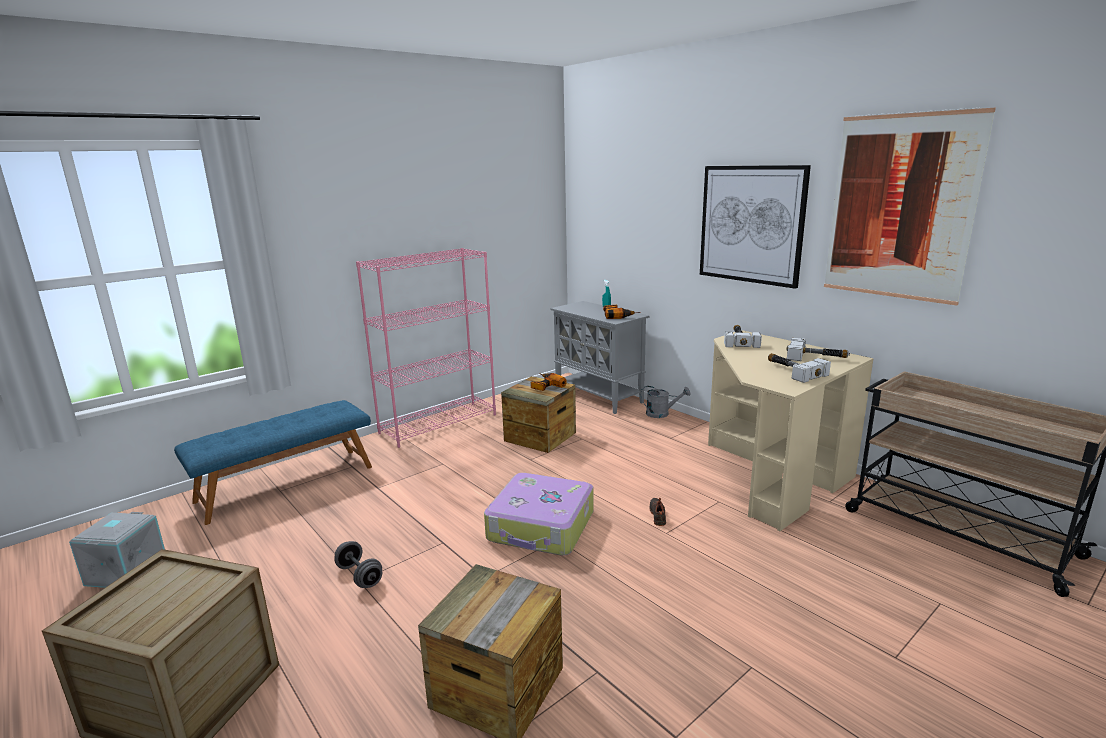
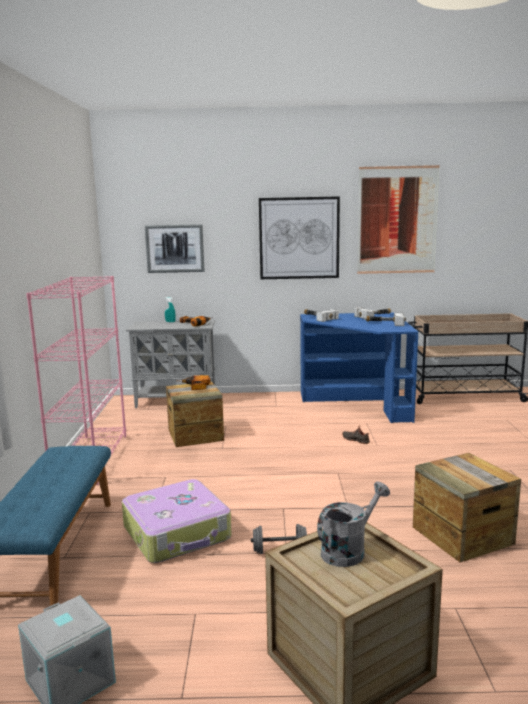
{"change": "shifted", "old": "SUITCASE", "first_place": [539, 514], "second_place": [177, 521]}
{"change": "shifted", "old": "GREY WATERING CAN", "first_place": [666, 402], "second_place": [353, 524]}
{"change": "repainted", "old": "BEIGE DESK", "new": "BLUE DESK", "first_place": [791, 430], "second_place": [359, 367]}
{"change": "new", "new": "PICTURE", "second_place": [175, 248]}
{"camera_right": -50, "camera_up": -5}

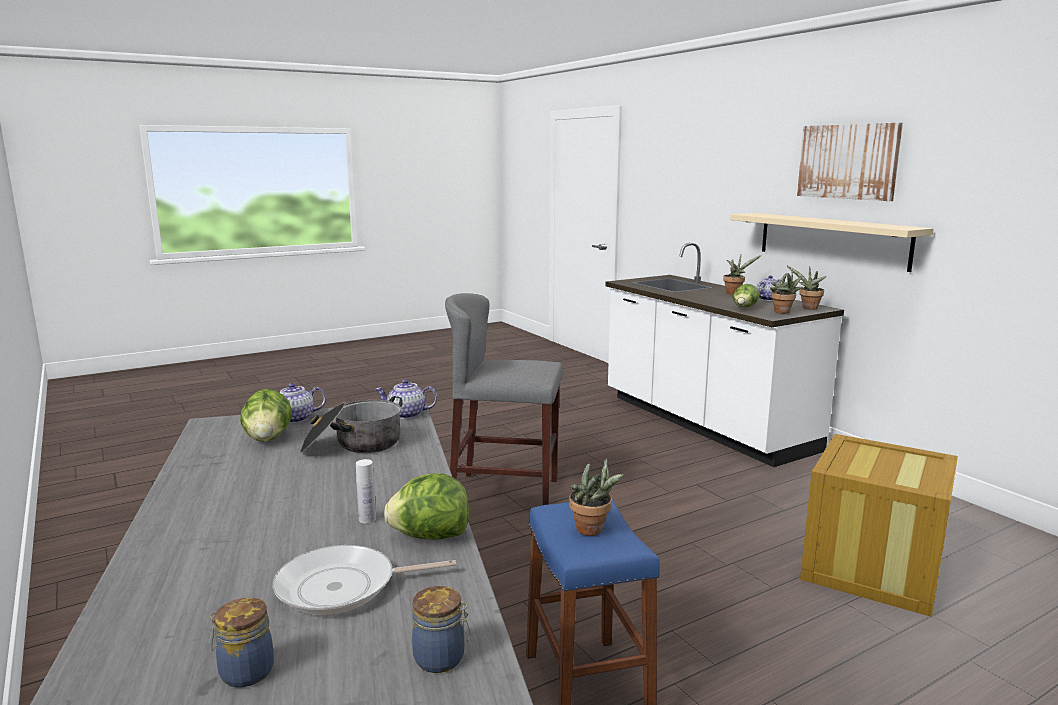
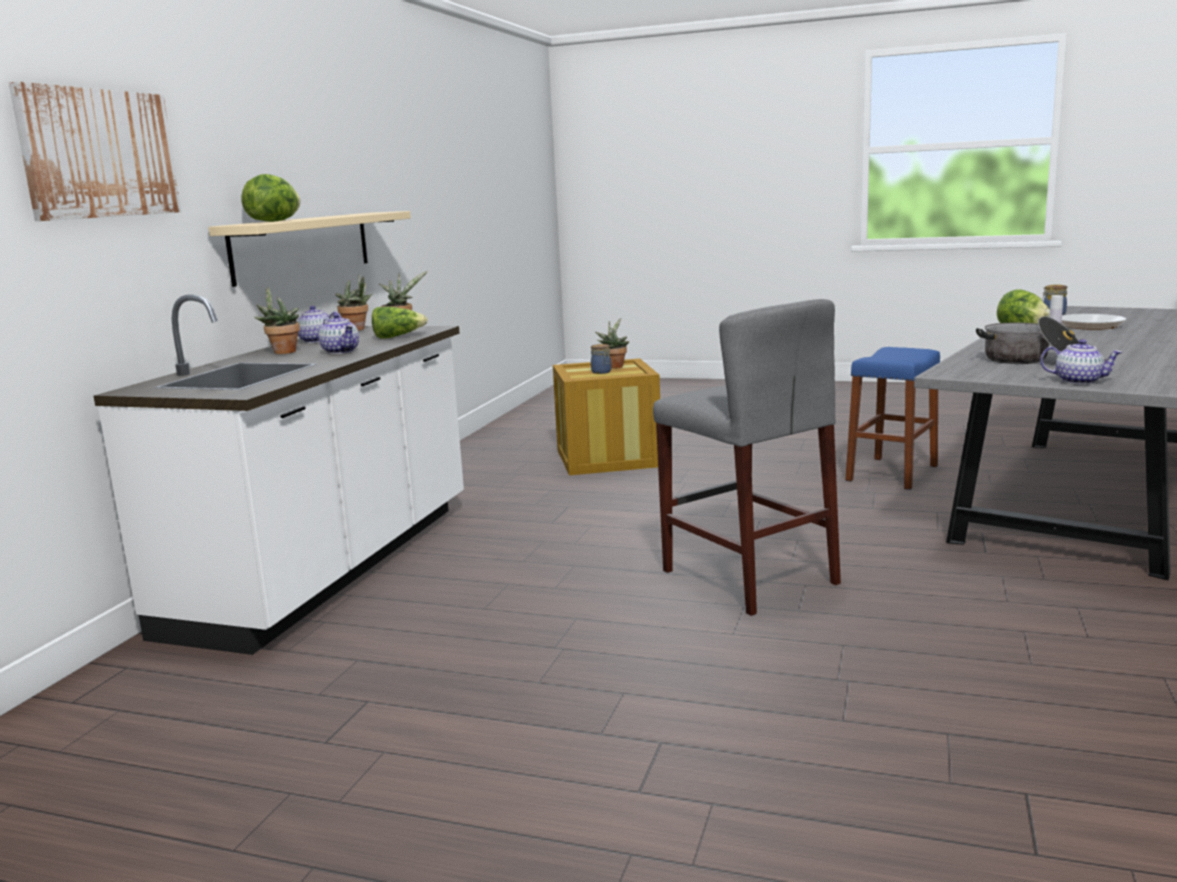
{"change": "shifted", "old": "JAR", "first_place": [241, 643], "second_place": [601, 359]}
{"change": "shifted", "old": "LETTUCE", "first_place": [266, 415], "second_place": [270, 198]}
{"change": "shifted", "old": "TEAPOT", "first_place": [406, 399], "second_place": [339, 333]}
{"change": "shifted", "old": "POTTED PLANT", "first_place": [596, 497], "second_place": [612, 343]}
{"change": "shifted", "old": "PICTURE", "first_place": [850, 162], "second_place": [94, 151]}
{"camera_right": -130, "camera_up": 0}

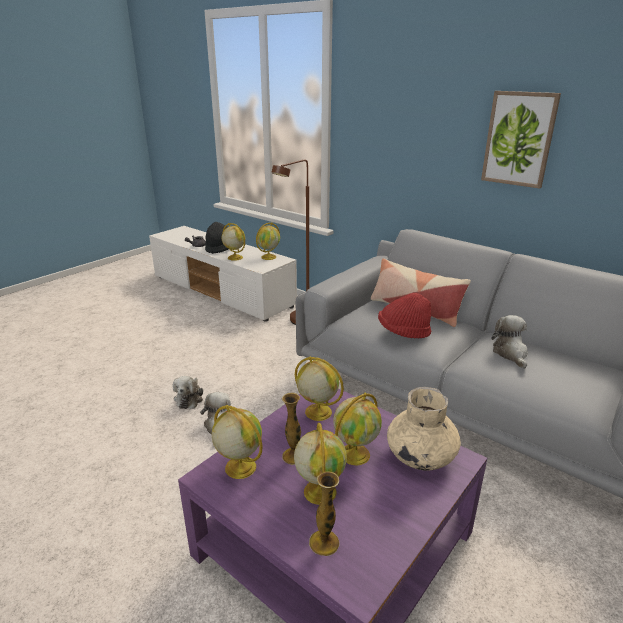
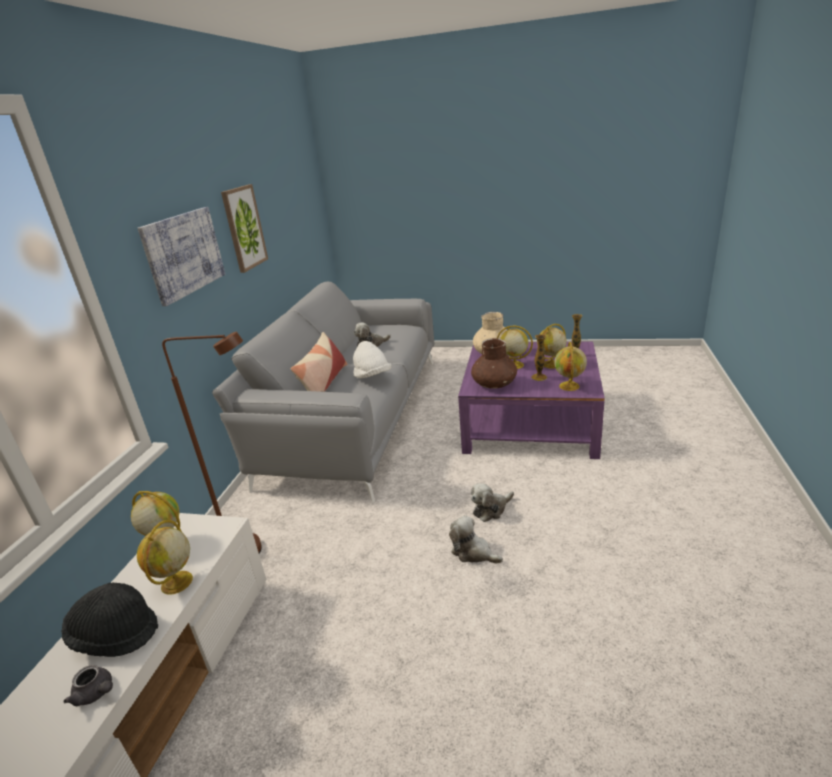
{"change": "rotated", "old": "PLUSH TOY", "first_place": [188, 392], "second_place": [476, 539], "degrees": -120}
{"change": "swapped", "old": "GLOBE", "new": "BROWN VASE", "first_place": [319, 389], "second_place": [494, 363]}
{"change": "repainted", "old": "RED HAT", "new": "WHITE HAT", "first_place": [404, 315], "second_place": [372, 359]}
{"change": "new", "new": "PICTURE", "second_place": [181, 256]}
{"camera_right": -115, "camera_up": 0}

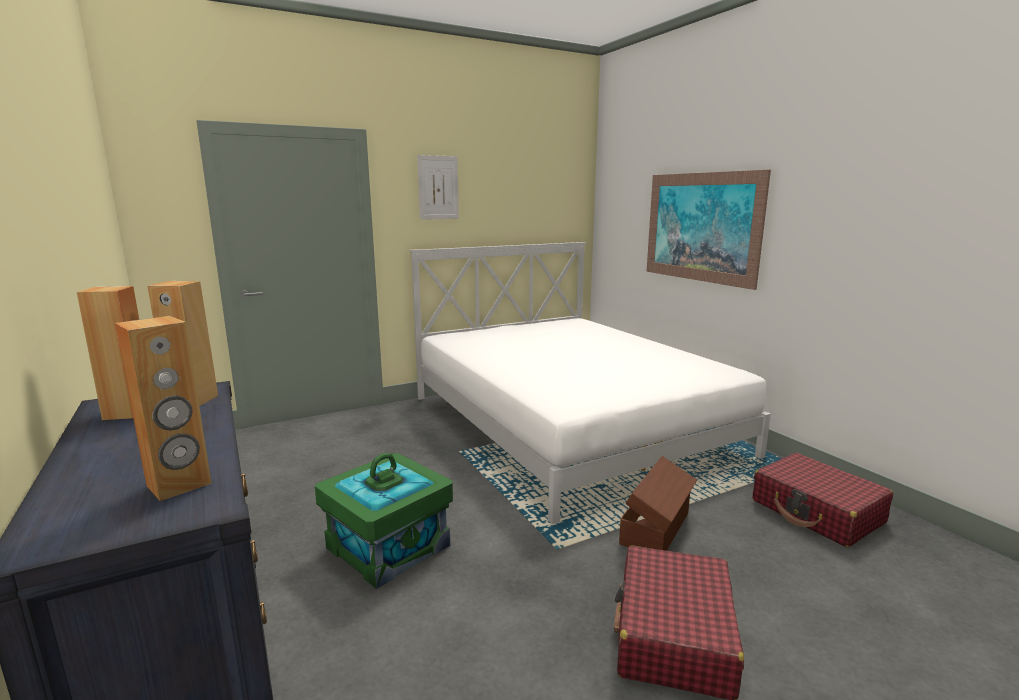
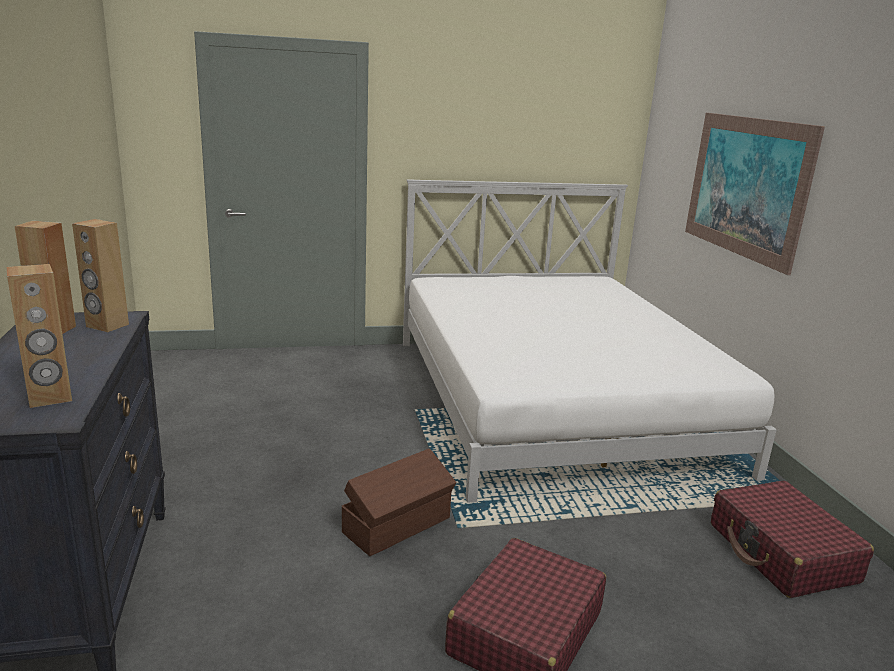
{"change": "gone", "old": "GREEN STORAGE BOX", "first_place": [384, 521]}
{"change": "gone", "old": "PICTURE", "first_place": [438, 187]}
{"change": "shifted", "old": "BROWN STORAGE BOX", "first_place": [658, 503], "second_place": [399, 502]}
{"camera_right": 15, "camera_up": 5}

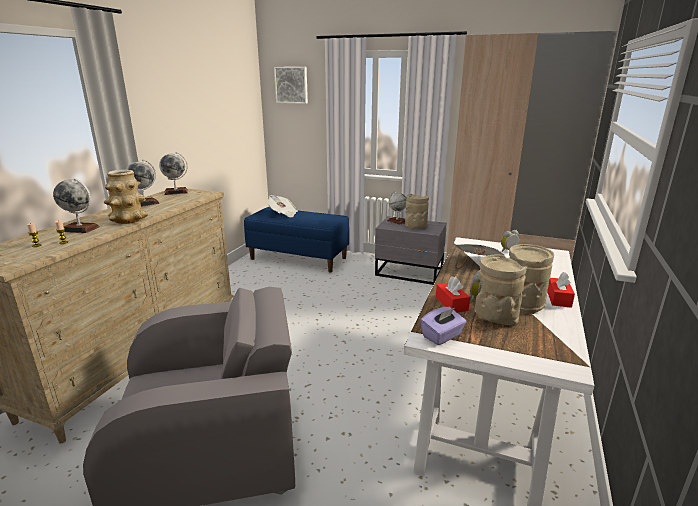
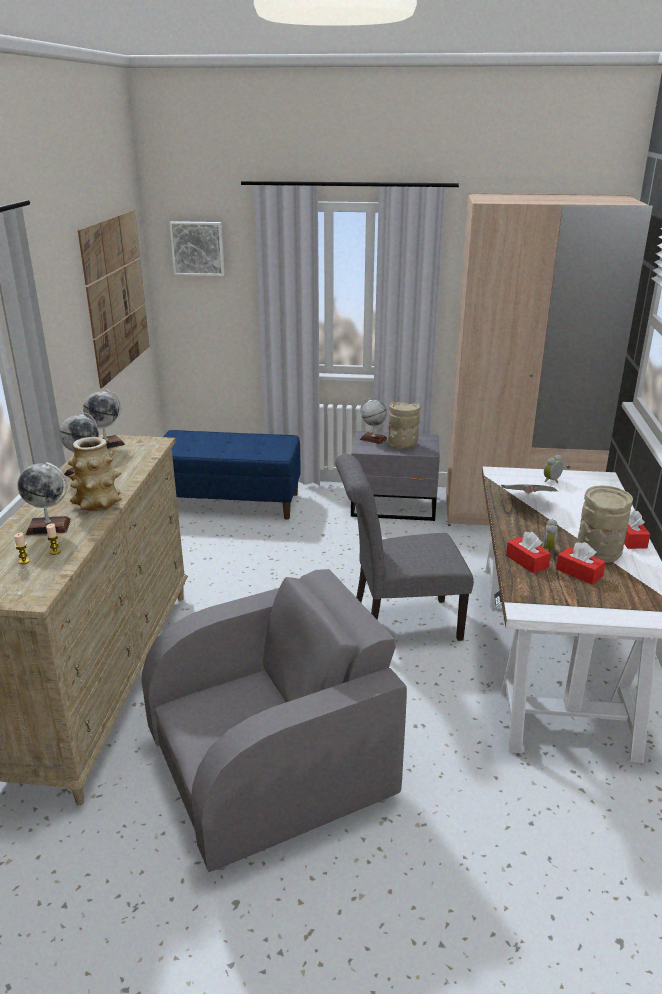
{"change": "gone", "old": "NEWSPAPER", "first_place": [282, 206]}
{"change": "gone", "old": "PURPLE TISSUE BOX", "first_place": [443, 326]}
{"change": "swapped", "old": "BEIGE VASE", "new": "RED TISSUE BOX", "first_place": [501, 290], "second_place": [581, 563]}
{"change": "new", "new": "PICTURE", "second_place": [114, 299]}
{"change": "new", "new": "GREY CHAIR", "second_place": [404, 547]}
{"camera_right": -15, "camera_up": 5}

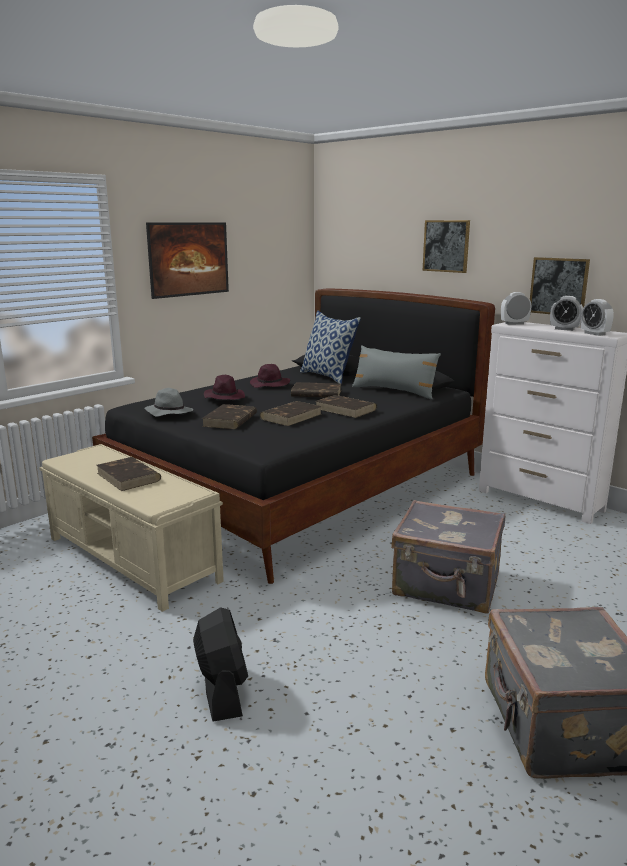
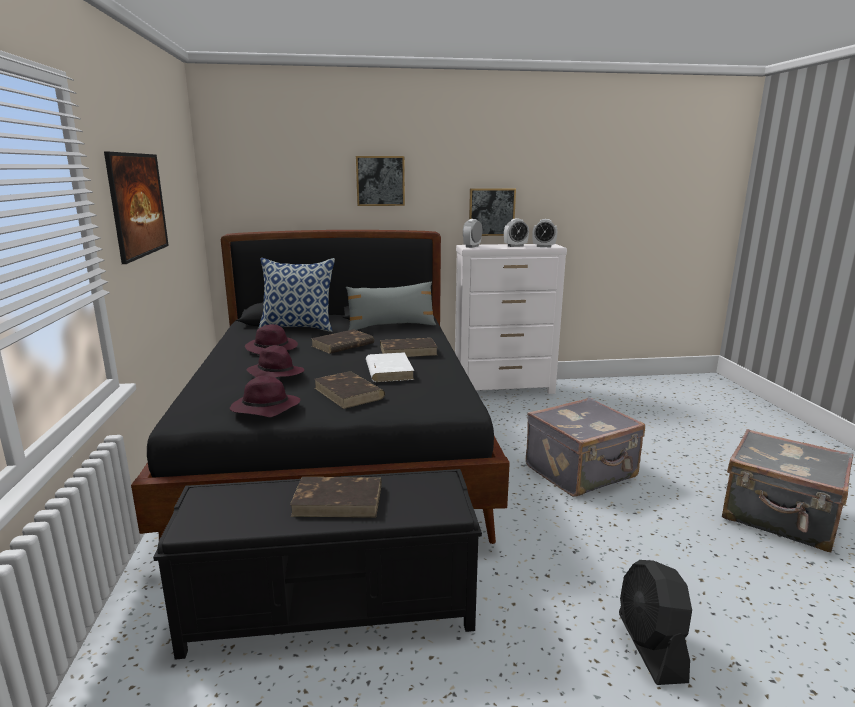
{"change": "repainted", "old": "BEIGE BENCH", "new": "BLACK BENCH", "first_place": [131, 528], "second_place": [317, 564]}
{"change": "repainted", "old": "GREY HAT", "new": "PURPLE HAT", "first_place": [168, 402], "second_place": [265, 396]}
{"change": "rotated", "old": "BLACK FAN", "first_place": [220, 664], "second_place": [655, 622], "degrees": -120}
{"change": "repainted", "old": "BROWN BOOK", "new": "WHITE BOOK", "first_place": [291, 413], "second_place": [390, 367]}
{"camera_right": -50, "camera_up": 0}

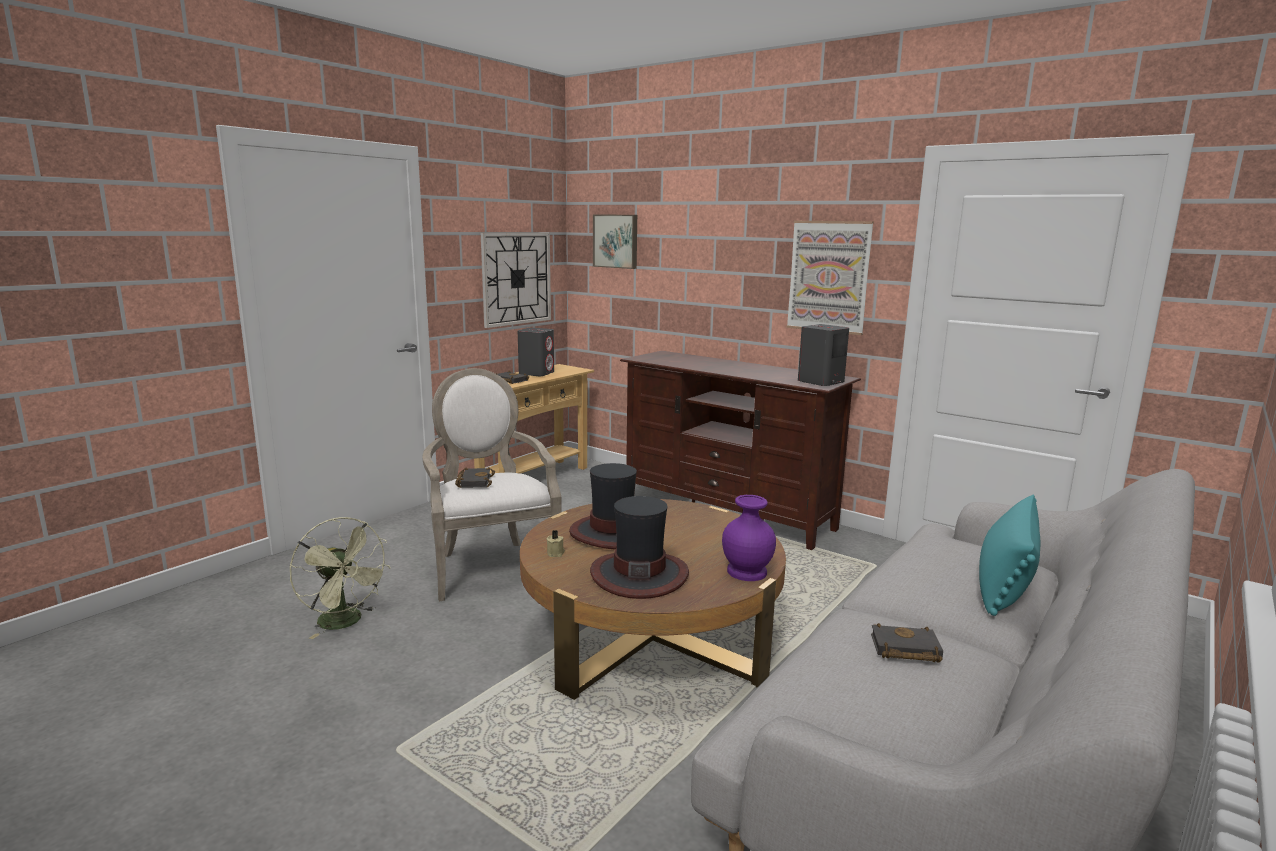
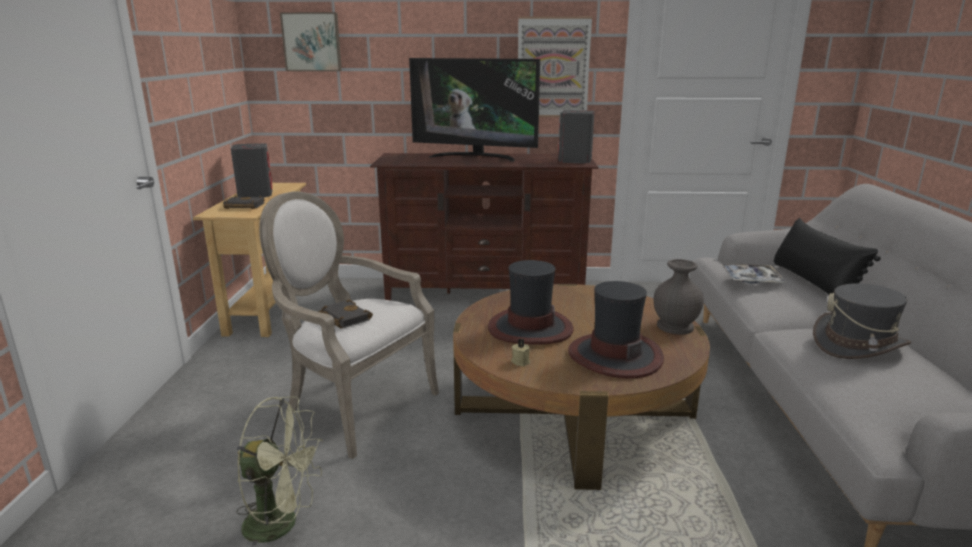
{"change": "gone", "old": "WALL CLOCK", "first_place": [516, 280]}
{"change": "repainted", "old": "PURPLE VASE", "new": "GREY VASE", "first_place": [749, 538], "second_place": [678, 297]}
{"change": "swapped", "old": "BLACK BOOK", "new": "GREY HAT", "first_place": [907, 642], "second_place": [862, 321]}
{"change": "repainted", "old": "TURQUOISE PILLOW", "new": "BLACK PILLOW", "first_place": [1009, 555], "second_place": [827, 256]}
{"change": "new", "new": "TELEVISION", "second_place": [474, 110]}
{"change": "new", "new": "TRAY", "second_place": [754, 273]}
{"camera_right": -35, "camera_up": 5}

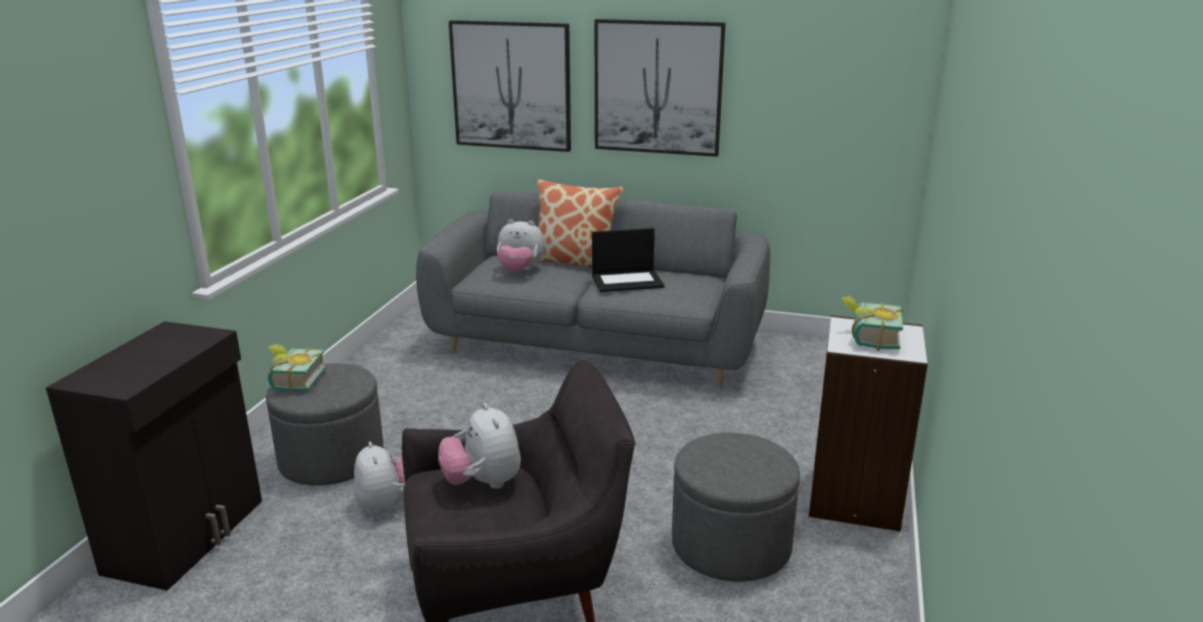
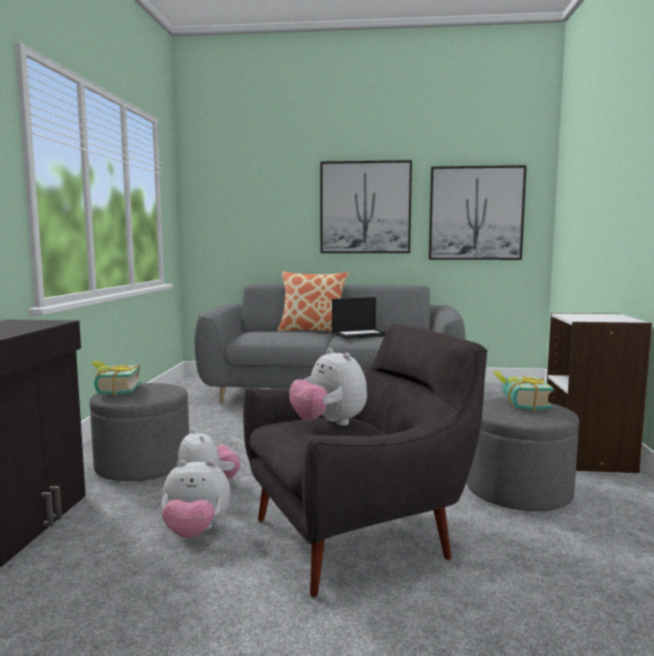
{"change": "shifted", "old": "PICTURE", "first_place": [510, 86], "second_place": [478, 212]}
{"change": "shifted", "old": "PLUSH TOY", "first_place": [521, 245], "second_place": [195, 499]}
{"change": "shifted", "old": "BOOK", "first_place": [872, 323], "second_place": [523, 391]}
{"camera_right": -10, "camera_up": -15}

